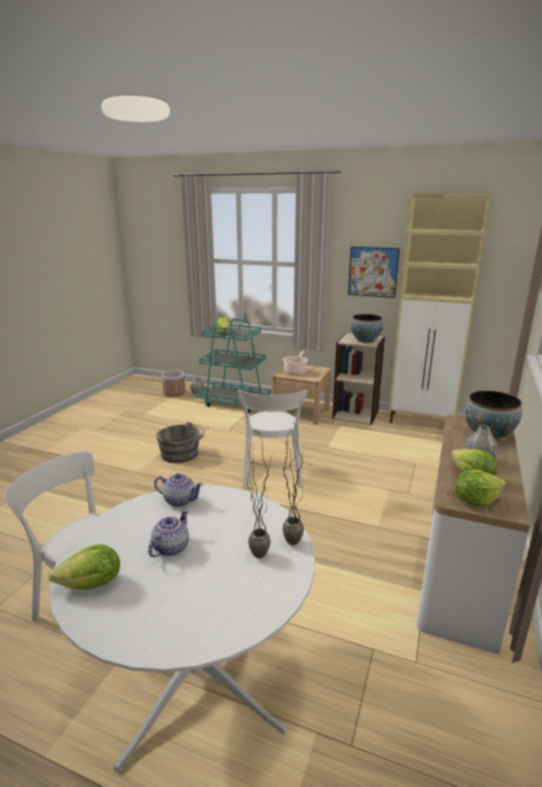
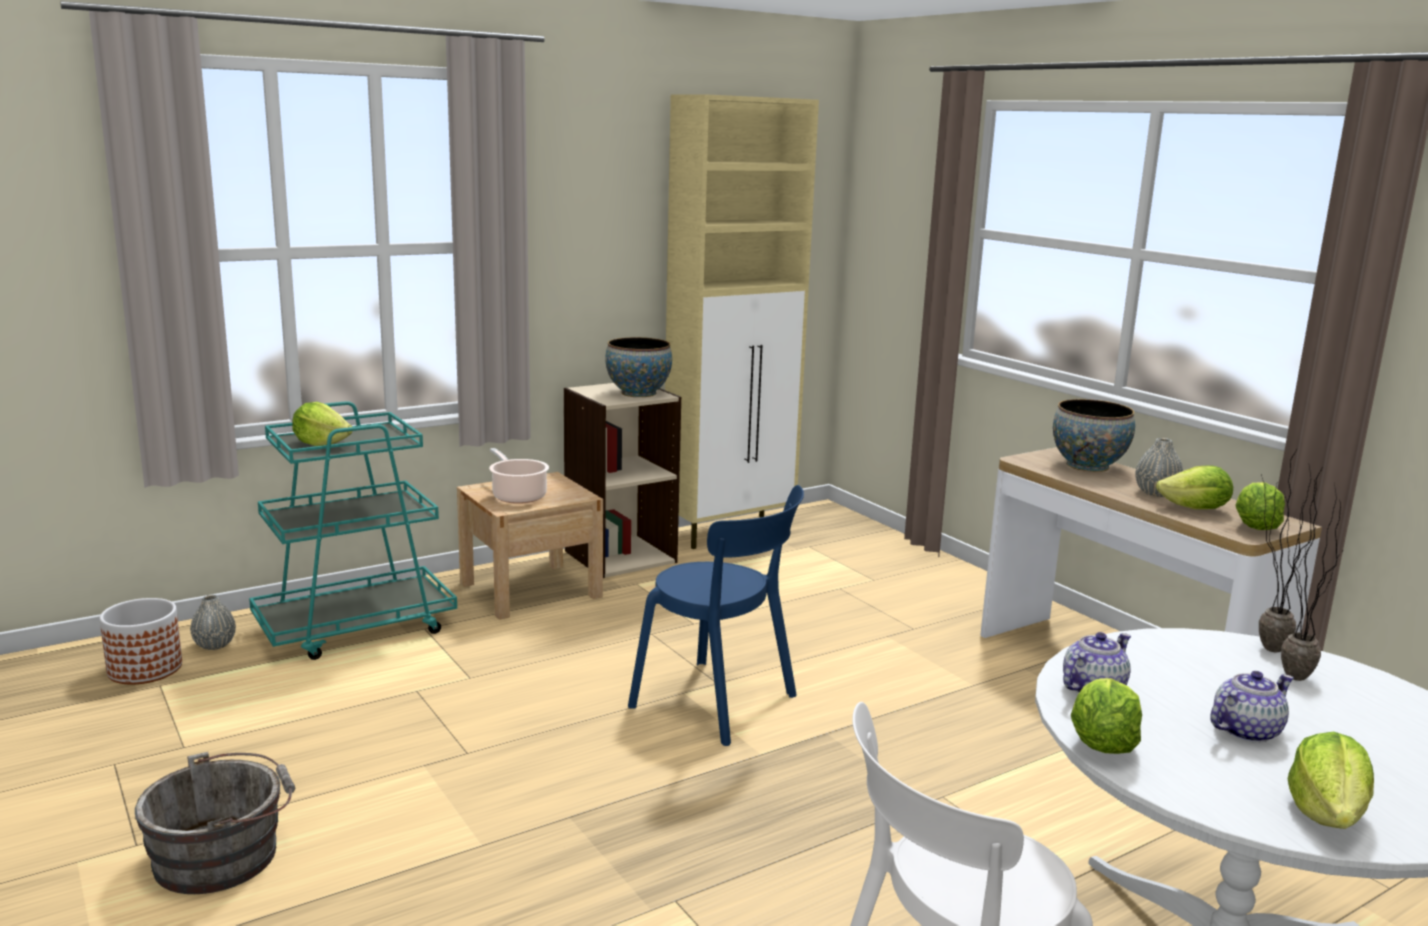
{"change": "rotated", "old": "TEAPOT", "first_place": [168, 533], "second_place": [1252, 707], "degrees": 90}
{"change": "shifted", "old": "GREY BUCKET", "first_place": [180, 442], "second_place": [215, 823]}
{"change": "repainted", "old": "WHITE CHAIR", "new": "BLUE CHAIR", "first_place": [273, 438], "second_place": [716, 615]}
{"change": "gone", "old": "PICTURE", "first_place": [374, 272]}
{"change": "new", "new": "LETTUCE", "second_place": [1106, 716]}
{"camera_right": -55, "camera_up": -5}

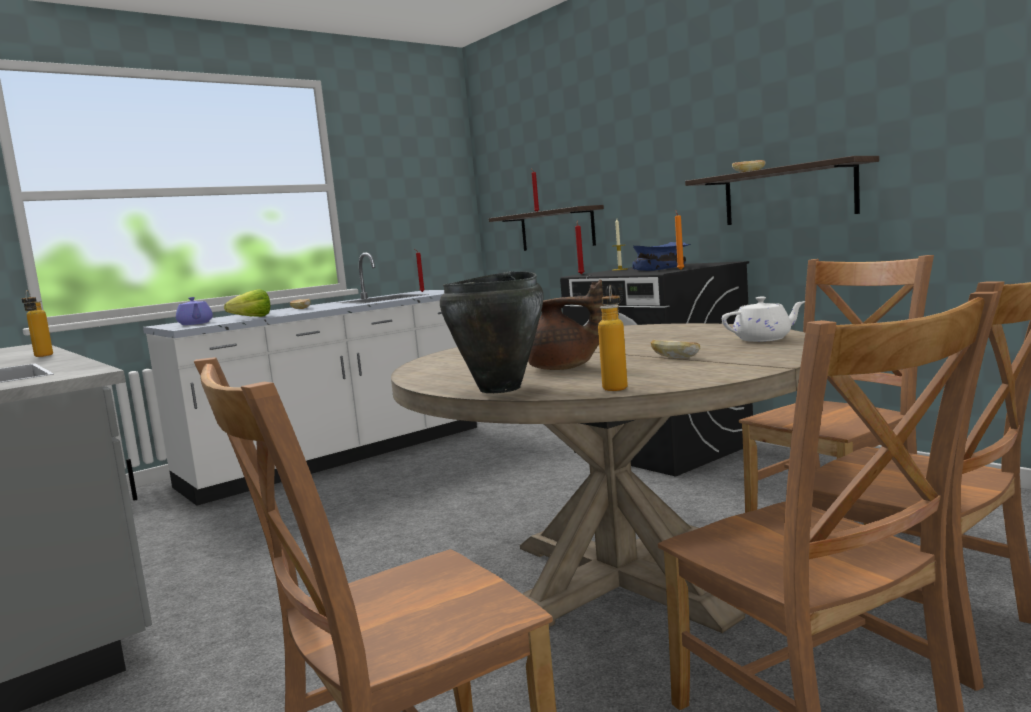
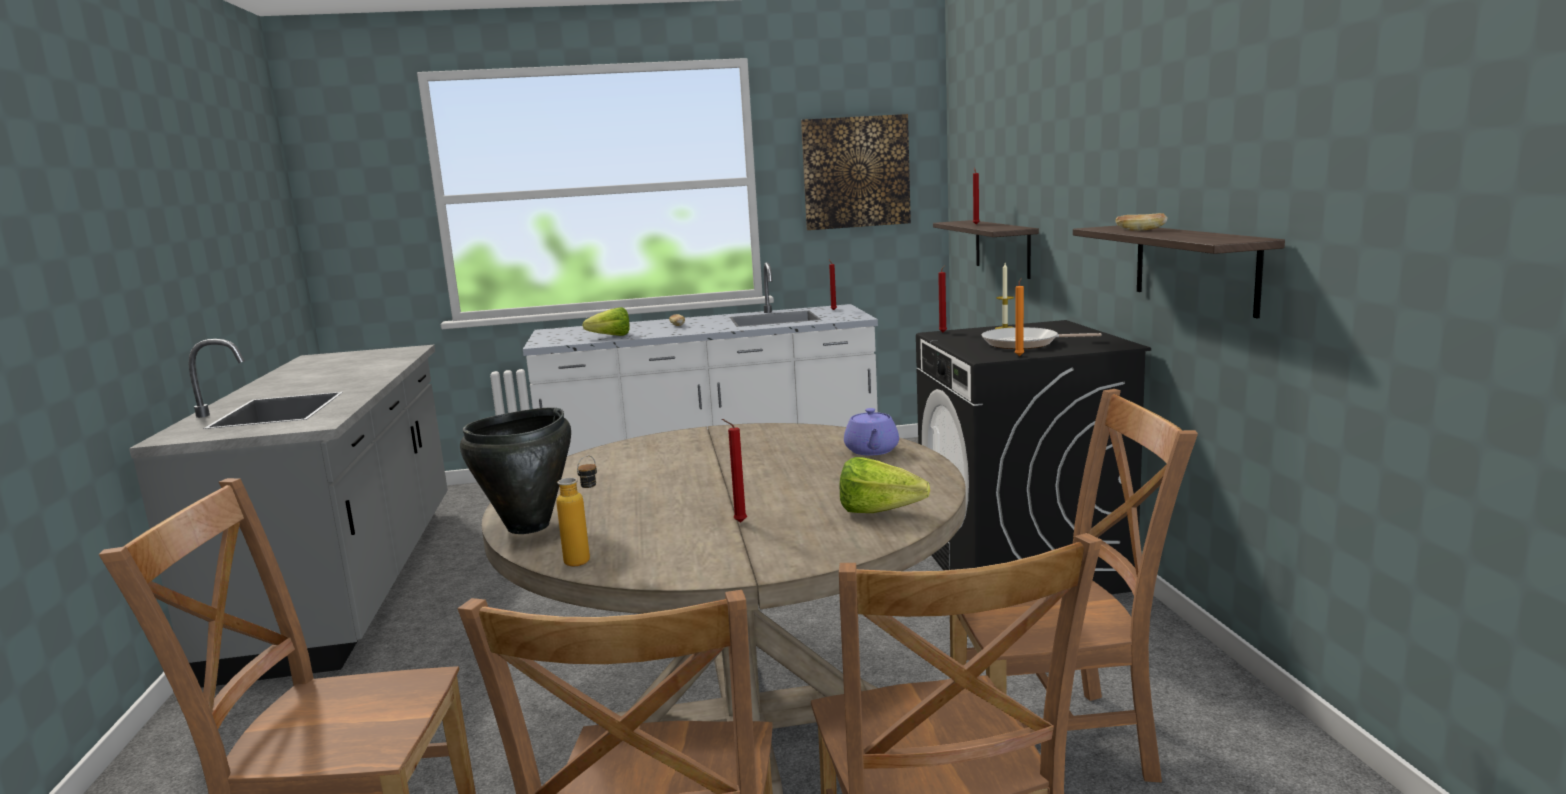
{"change": "gone", "old": "BOTTLE", "first_place": [37, 323]}
{"change": "shifted", "old": "PURPLE TEAPOT", "first_place": [194, 311], "second_place": [871, 432]}
{"change": "gone", "old": "BROWN TEAPOT", "first_place": [566, 324]}
{"change": "swapped", "old": "BLUE BOWL", "new": "FRYING PAN", "first_place": [661, 256], "second_place": [1041, 338]}
{"change": "swapped", "old": "BREAD", "new": "RED CANDLE", "first_place": [675, 349], "second_place": [734, 470]}
{"change": "swapped", "old": "WHITE TEAPOT", "new": "LETTUCE", "first_place": [764, 319], "second_place": [885, 485]}
{"change": "new", "new": "PICTURE", "second_place": [856, 172]}
{"camera_right": 30, "camera_up": 5}

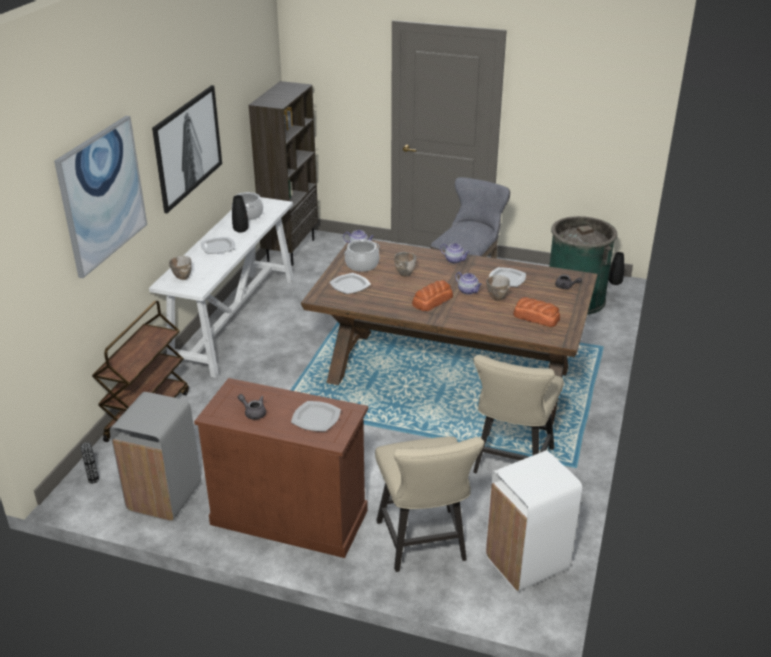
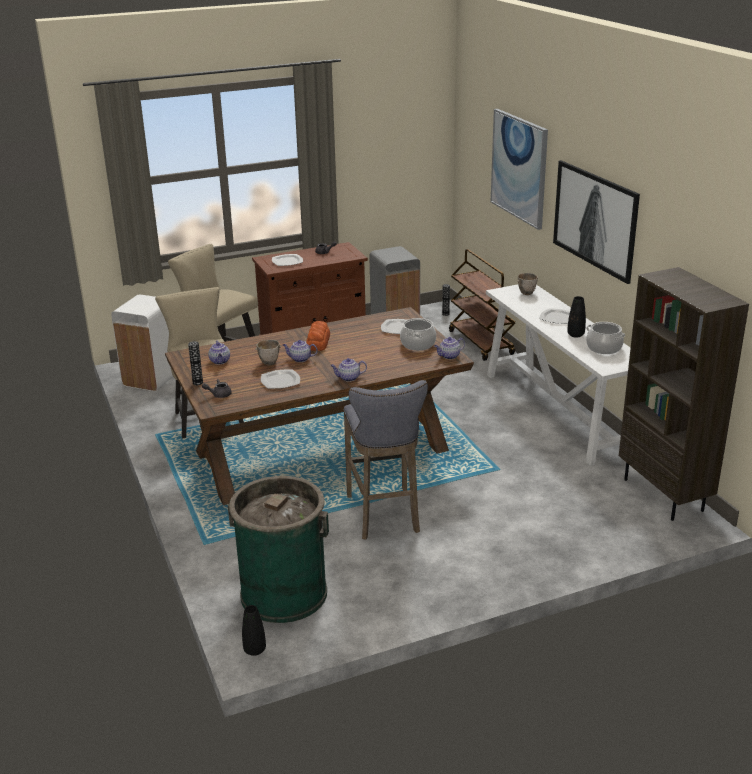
{"change": "gone", "old": "BOWL", "first_place": [405, 264]}
{"change": "swapped", "old": "BREAD", "new": "TEAPOT", "first_place": [536, 312], "second_place": [219, 352]}
{"change": "new", "new": "VASE", "second_place": [195, 363]}
{"camera_right": 140, "camera_up": -5}

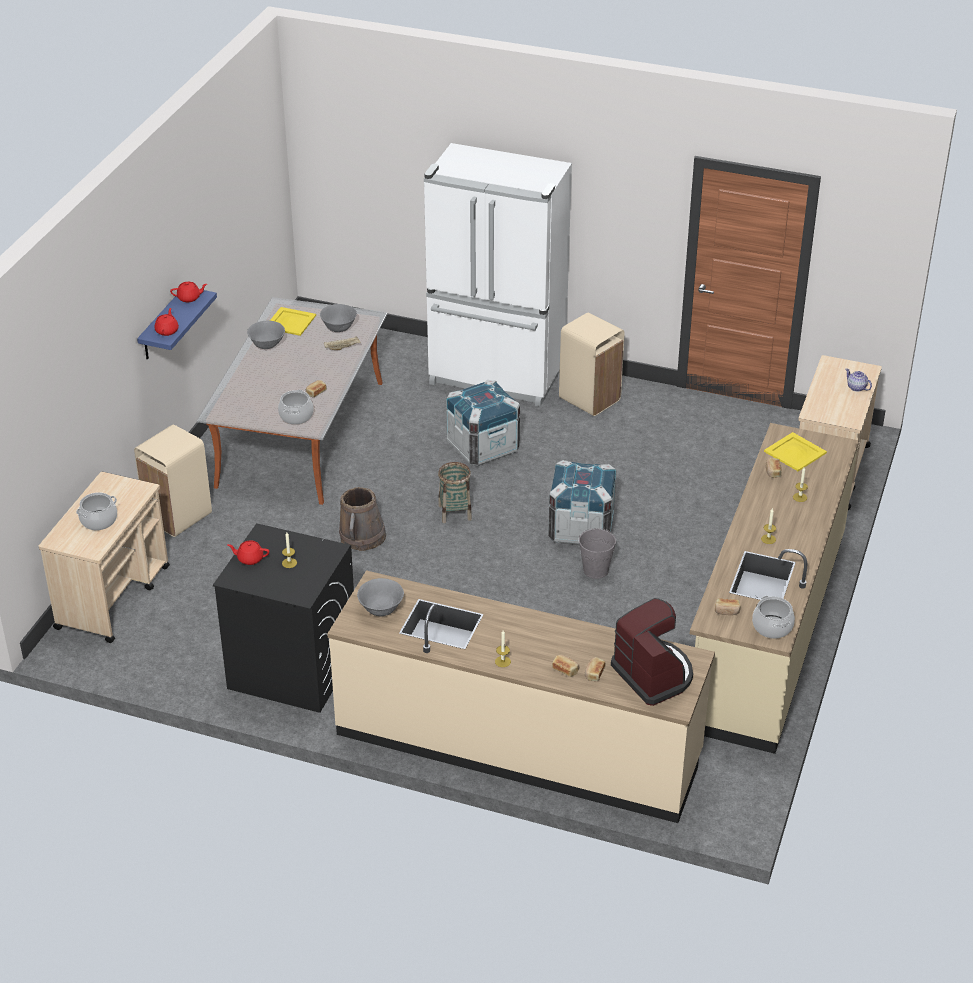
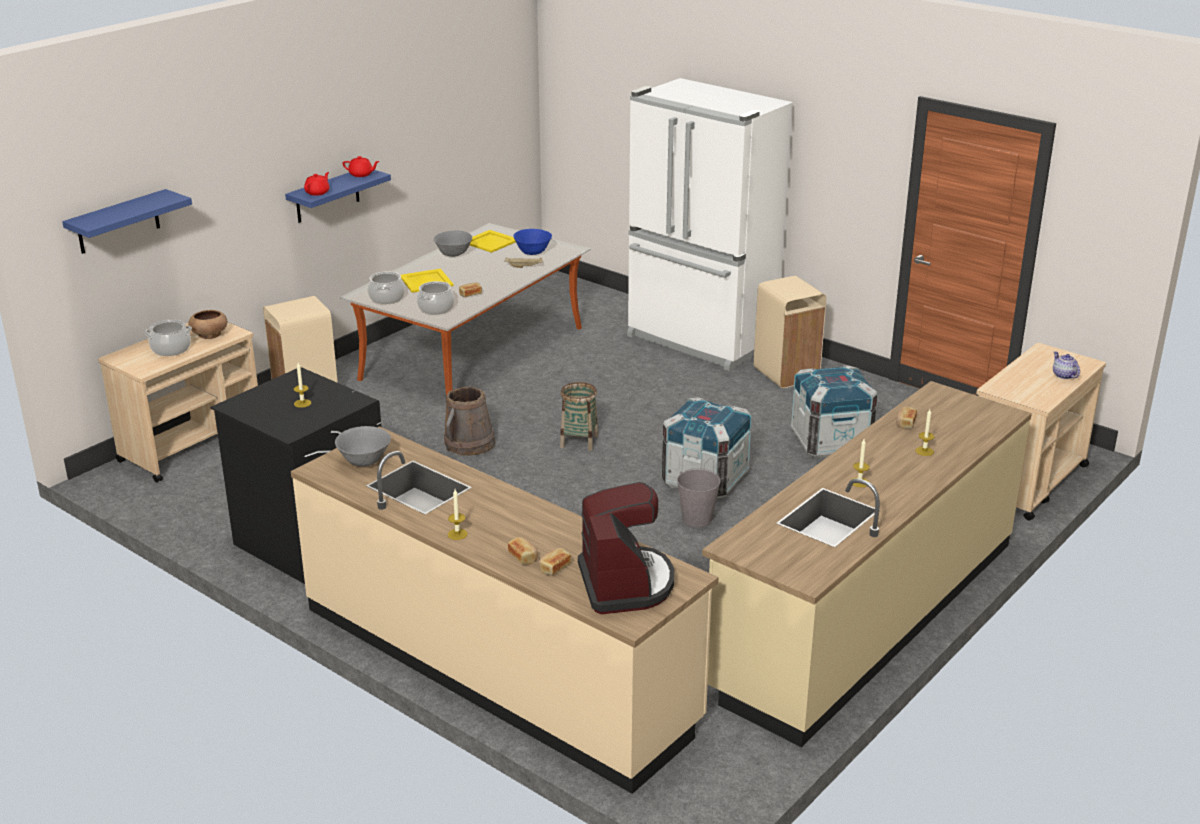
{"change": "gone", "old": "RED TEAPOT", "first_place": [248, 553]}
{"change": "repainted", "old": "GREY BOWL", "new": "BLUE BOWL", "first_place": [338, 318], "second_place": [532, 242]}
{"change": "shifted", "old": "CRATE", "first_place": [483, 423], "second_place": [834, 412]}
{"change": "gone", "old": "BREAD", "first_place": [728, 606]}
{"change": "shifted", "old": "COOKING POT", "first_place": [773, 617], "second_place": [386, 287]}
{"change": "shifted", "old": "YELLOW TRAY", "first_place": [795, 451], "second_place": [427, 281]}
{"change": "new", "new": "BLUE SHELF", "second_place": [127, 221]}
{"change": "new", "new": "BROWN BOWL", "second_place": [208, 324]}
{"camera_right": 20, "camera_up": -10}

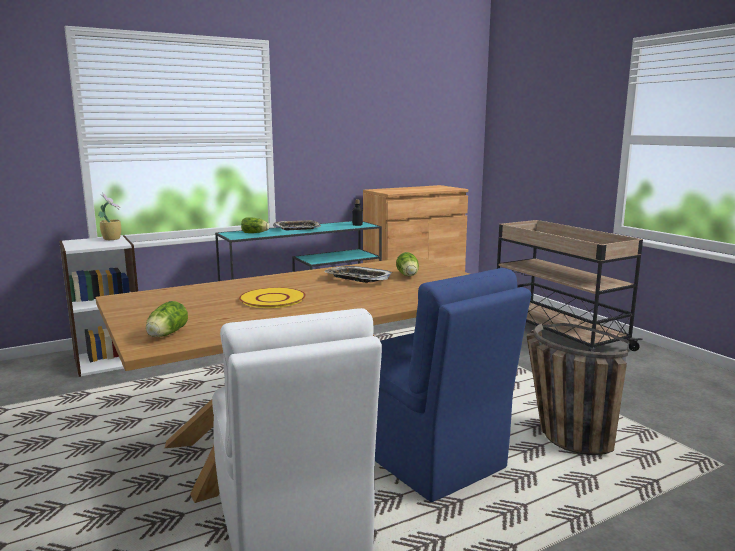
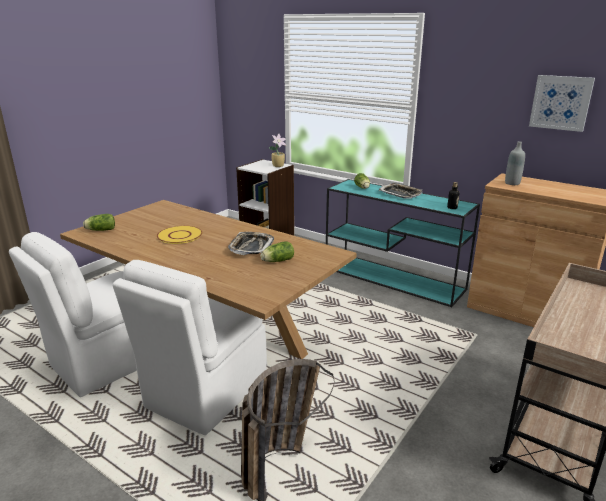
{"change": "repainted", "old": "BLUE CHAIR", "new": "WHITE CHAIR", "first_place": [453, 385], "second_place": [190, 347]}
{"change": "new", "new": "GREY BOTTLE", "second_place": [515, 163]}
{"change": "new", "new": "PICTURE", "second_place": [562, 103]}
{"camera_right": 65, "camera_up": 10}

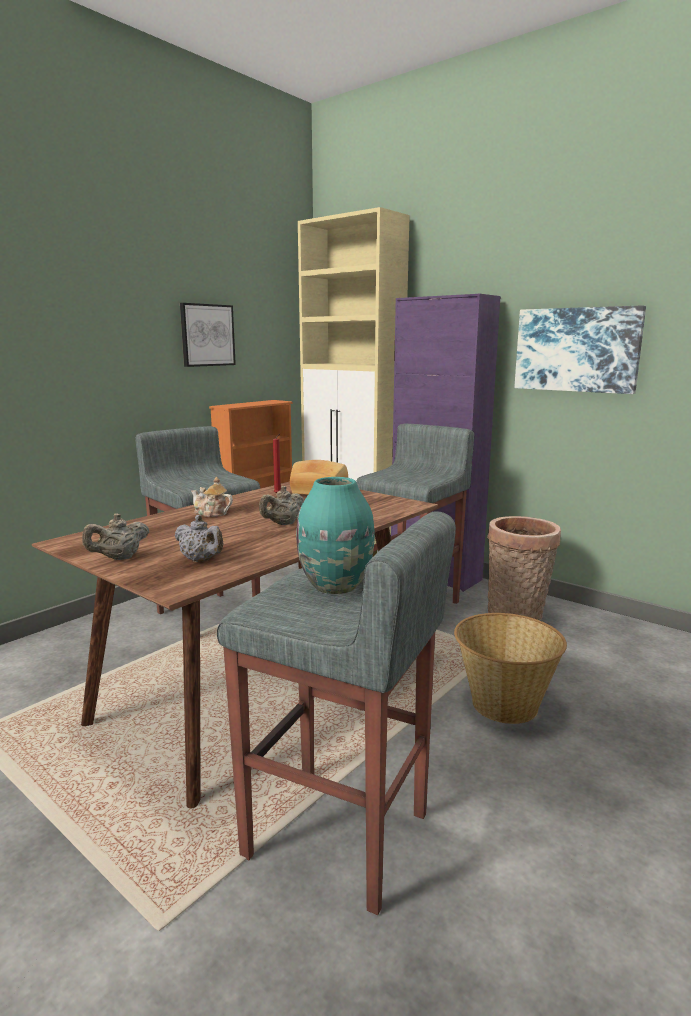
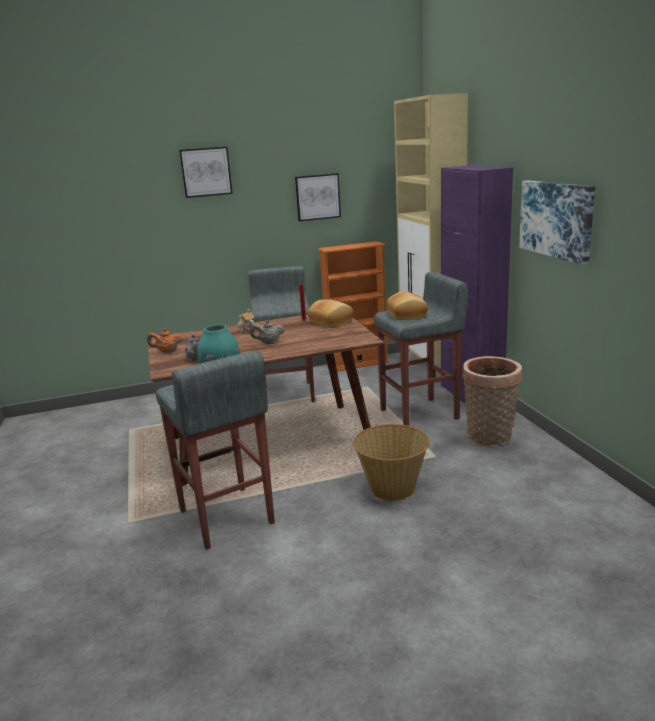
{"change": "repainted", "old": "BEIGE TEAPOT", "new": "ORANGE TEAPOT", "first_place": [116, 536], "second_place": [165, 340]}
{"change": "new", "new": "PICTURE", "second_place": [206, 172]}
{"change": "new", "new": "BREAD", "second_place": [407, 305]}
{"camera_right": 35, "camera_up": 5}

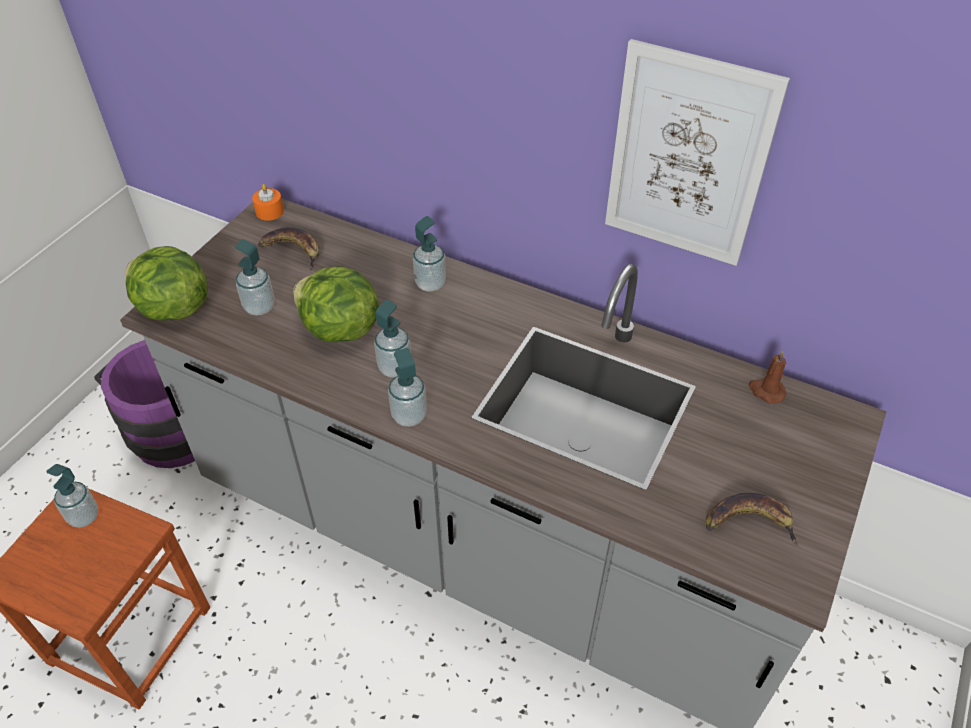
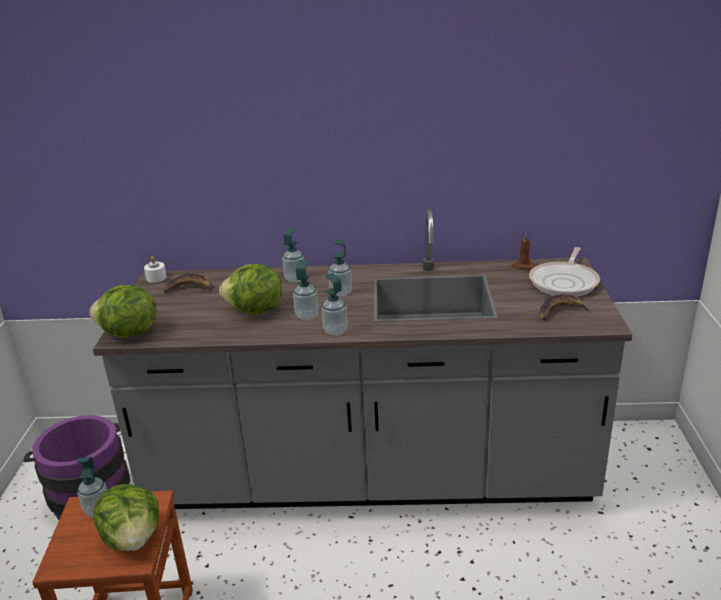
{"change": "shifted", "old": "SOAP DISPENSER", "first_place": [254, 277], "second_place": [340, 267]}
{"change": "repainted", "old": "ORANGE CANDLE", "new": "WHITE CANDLE", "first_place": [268, 202], "second_place": [155, 269]}
{"change": "gone", "old": "PICTURE", "first_place": [697, 152]}
{"change": "new", "new": "LETTUCE", "second_place": [126, 517]}
{"change": "new", "new": "FRYING PAN", "second_place": [564, 271]}
{"camera_right": -25, "camera_up": -20}

